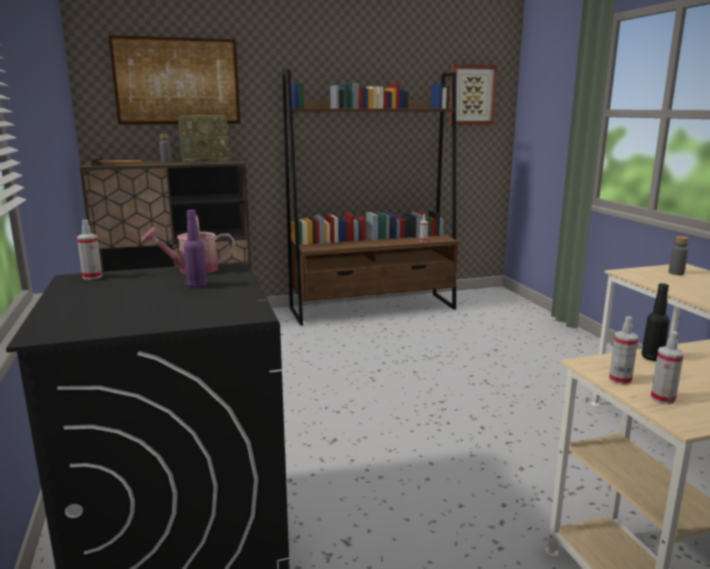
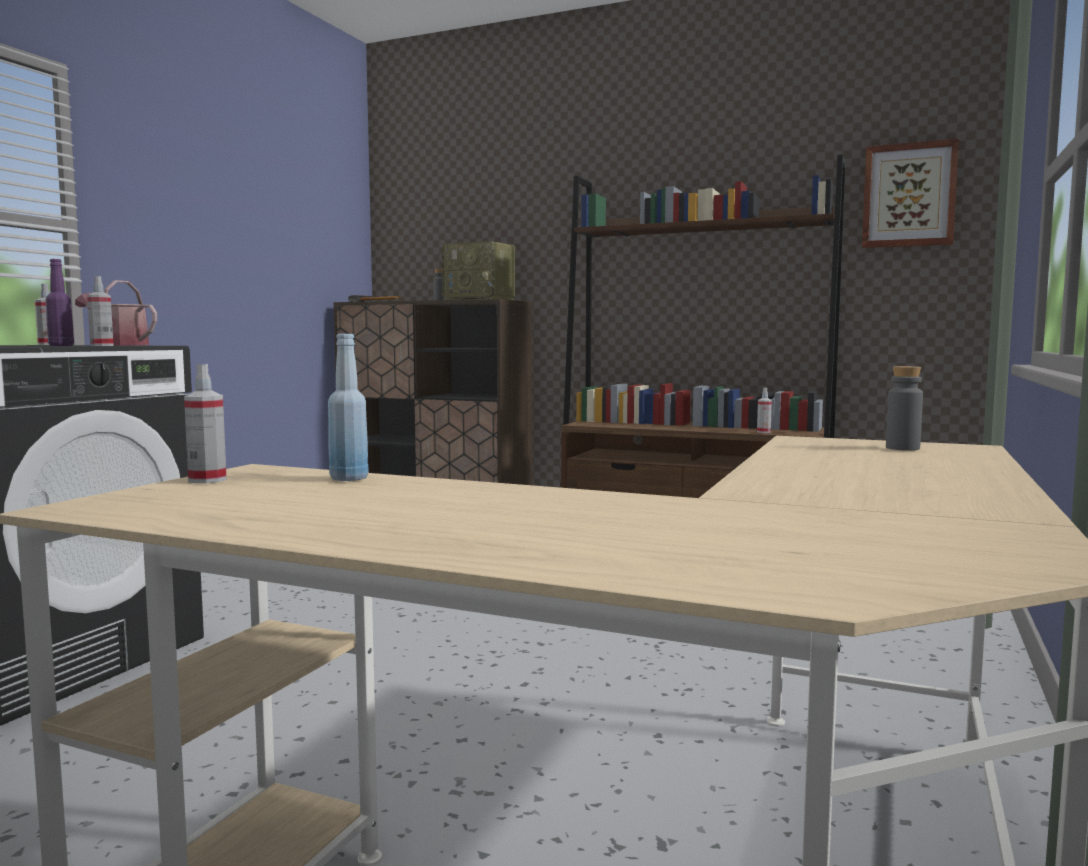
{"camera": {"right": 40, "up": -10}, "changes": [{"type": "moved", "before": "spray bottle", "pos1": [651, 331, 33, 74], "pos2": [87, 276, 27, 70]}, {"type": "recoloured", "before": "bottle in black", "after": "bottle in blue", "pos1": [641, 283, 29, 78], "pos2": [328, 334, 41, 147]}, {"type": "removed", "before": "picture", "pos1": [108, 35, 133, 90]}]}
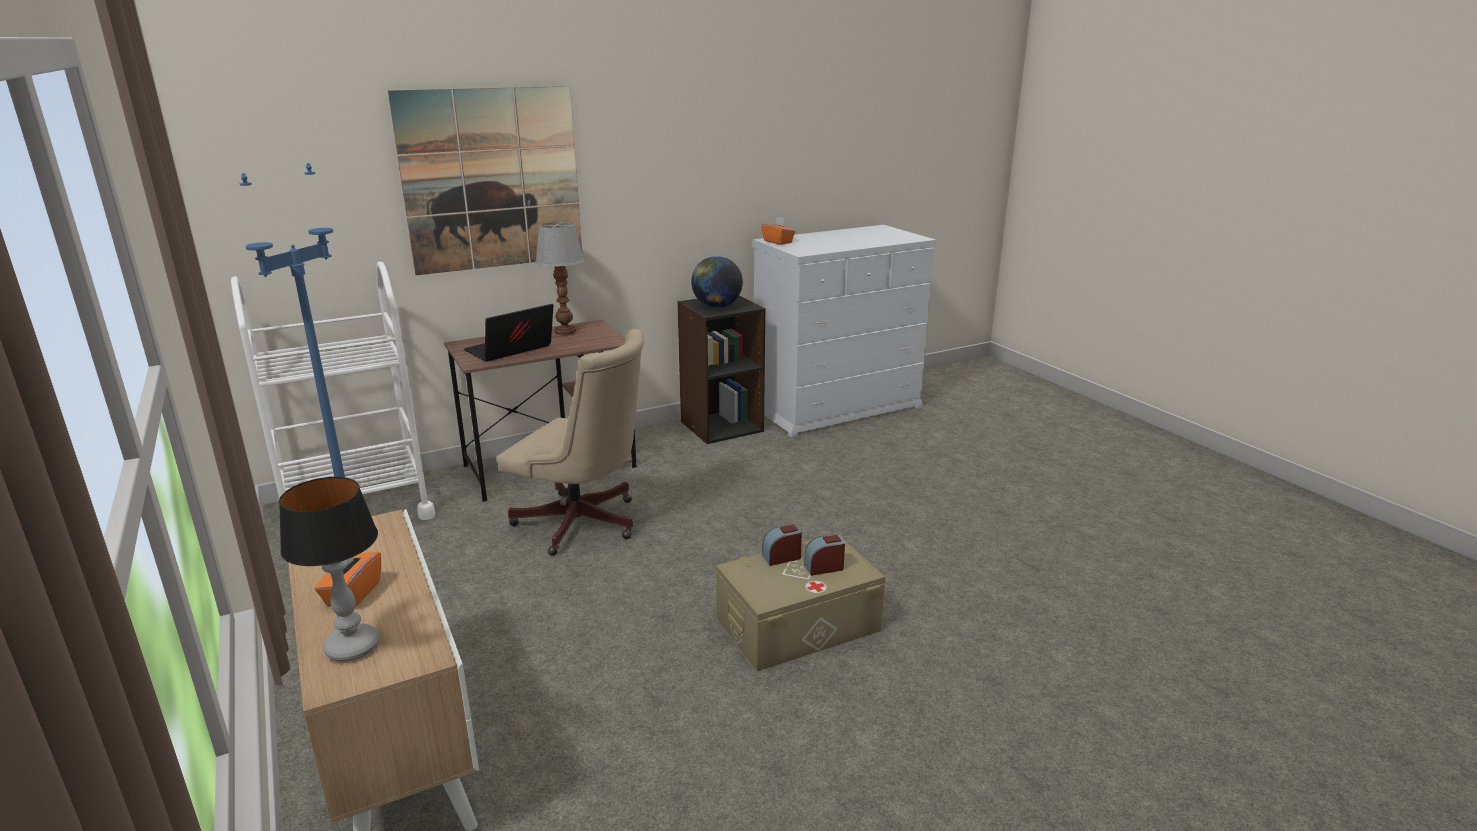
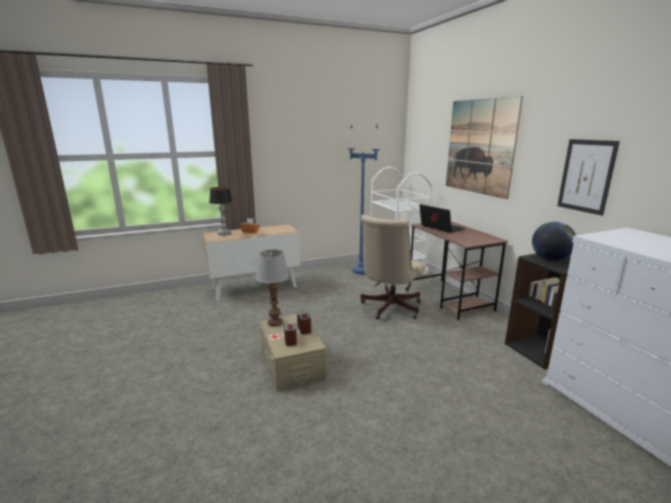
{"camera": {"right": 95, "up": -5}, "changes": [{"type": "moved", "before": "table lamp", "pos1": [535, 222, 49, 114], "pos2": [256, 249, 33, 78]}, {"type": "added", "after": "picture", "pos2": [557, 139, 63, 77]}, {"type": "removed", "before": "tissue box in orange", "pos1": [761, 216, 35, 29]}]}
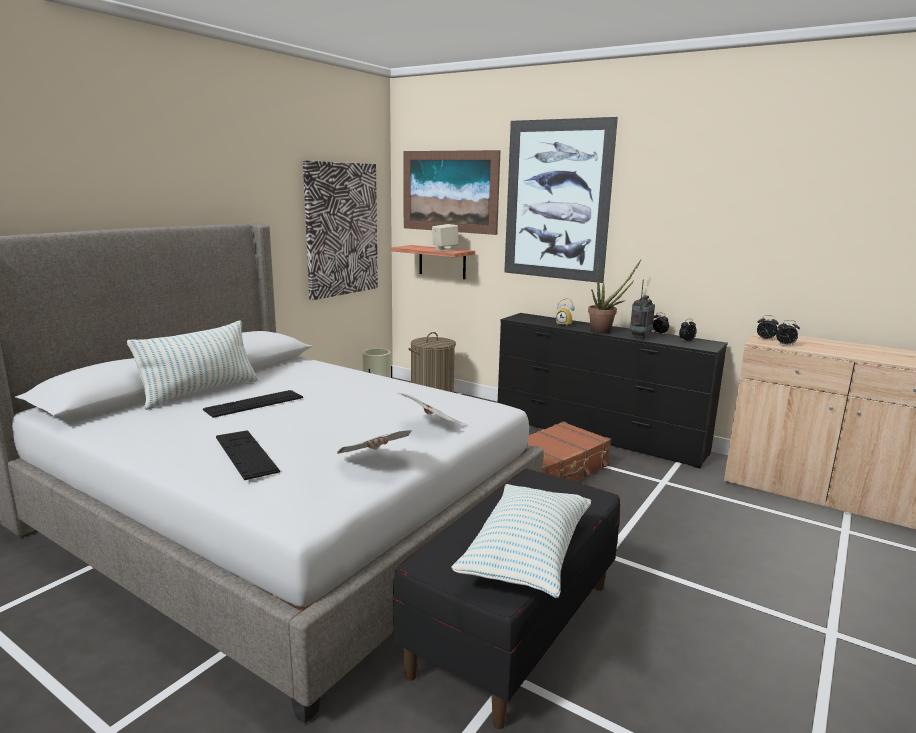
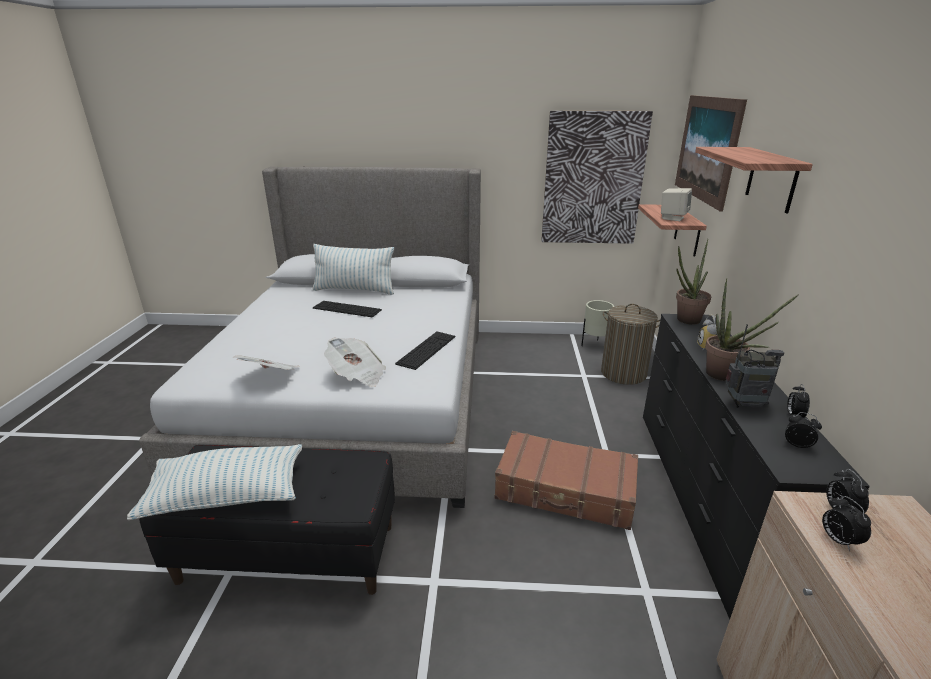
{"camera": {"right": 60, "up": 10}, "changes": [{"type": "moved", "before": "keyboard", "pos1": [216, 430, 64, 50], "pos2": [395, 331, 60, 39]}, {"type": "added", "after": "potted plant", "pos2": [676, 239, 35, 86]}, {"type": "replaced", "before": "picture", "after": "shelf", "pos1": [504, 117, 114, 166], "pos2": [695, 147, 118, 66]}]}
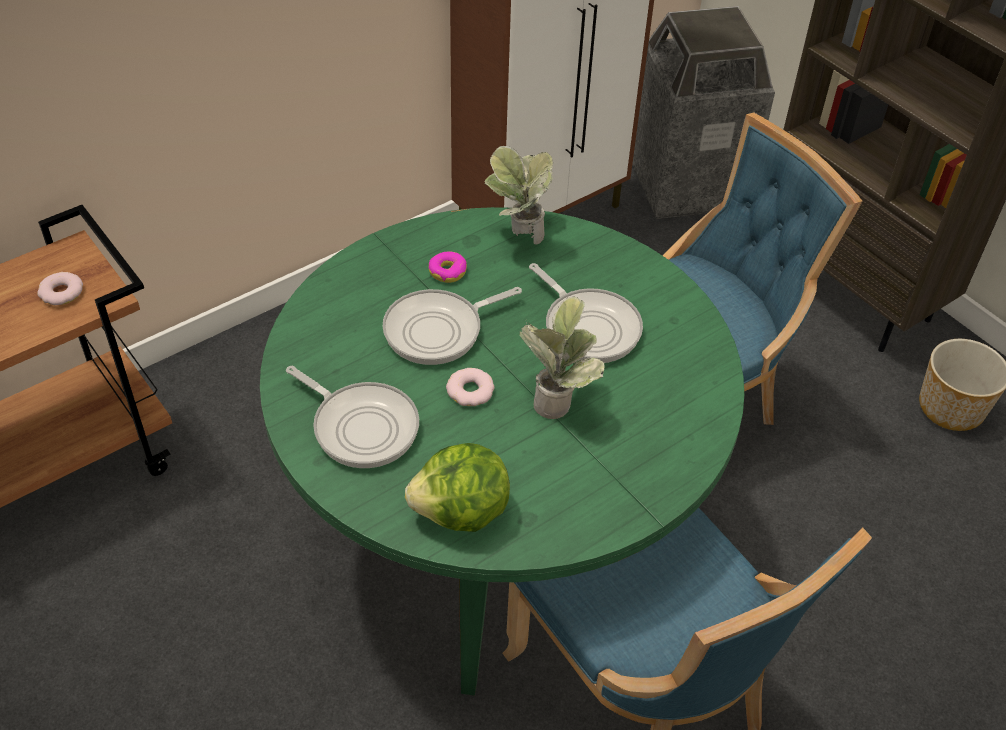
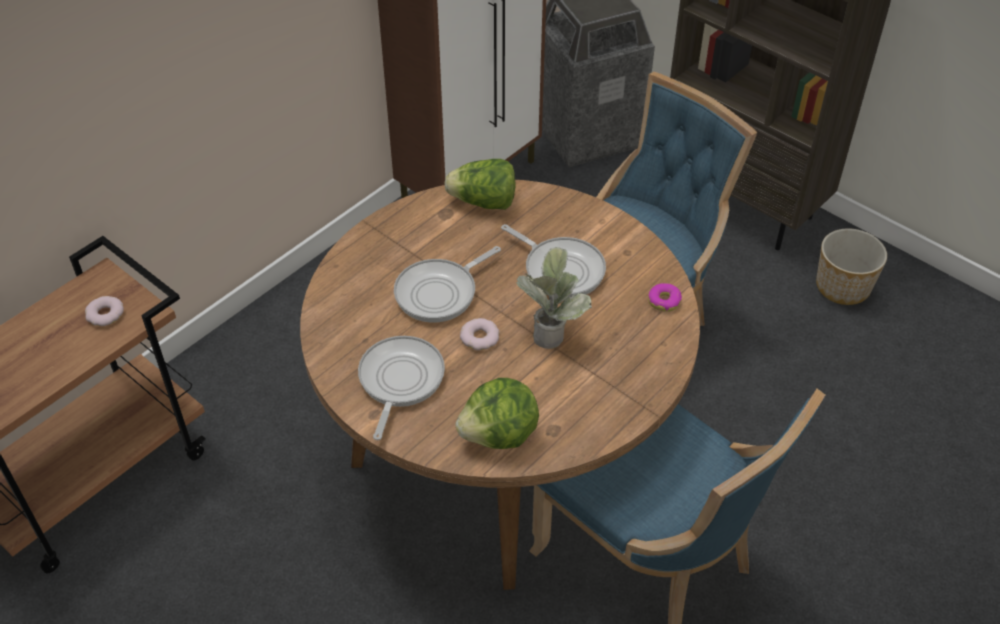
{"camera": {"right": -10, "up": 0}, "changes": [{"type": "recoloured", "before": "dining table in green", "after": "dining table in brown", "pos1": [260, 207, 484, 489], "pos2": [300, 180, 400, 410]}, {"type": "turned", "before": "frying pan", "pos1": [286, 366, 133, 102], "pos2": [358, 336, 87, 104], "turn": -105}, {"type": "replaced", "before": "potted plant", "after": "lettuce", "pos1": [484, 146, 69, 99], "pos2": [445, 159, 71, 51]}, {"type": "moved", "before": "donut", "pos1": [429, 251, 38, 32], "pos2": [648, 283, 34, 29]}]}
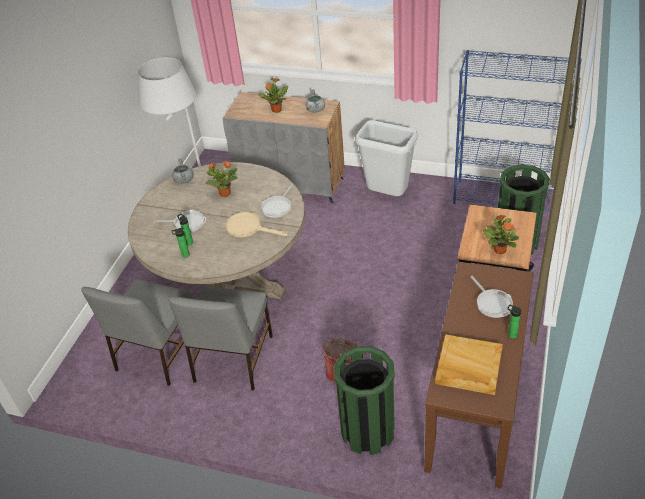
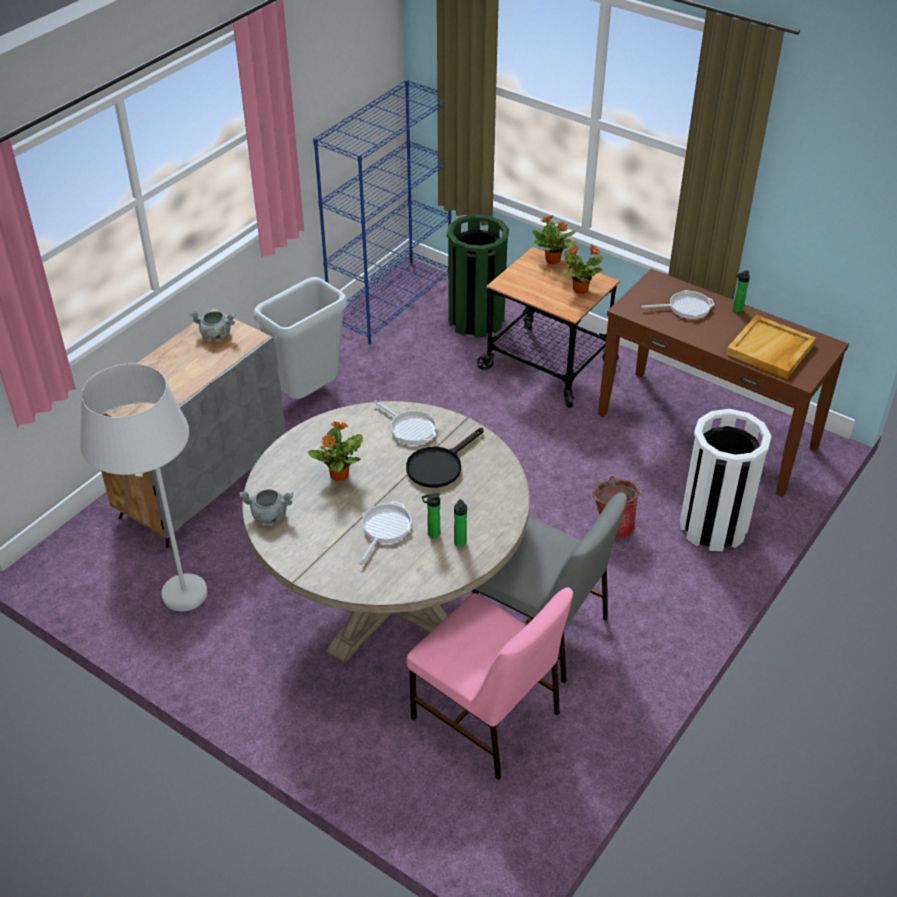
{"camera": {"right": -75, "up": 0}, "changes": [{"type": "recoloured", "before": "frying pan in beige", "after": "frying pan in black", "pos1": [225, 212, 63, 26], "pos2": [406, 428, 78, 60]}, {"type": "recoloured", "before": "chair in grey", "after": "chair in pink", "pos1": [81, 279, 112, 107], "pos2": [406, 587, 167, 193]}, {"type": "moved", "before": "potted plant", "pos1": [258, 78, 30, 35], "pos2": [532, 215, 44, 49]}, {"type": "recoloured", "before": "trash can in green", "after": "trash can in white", "pos1": [334, 346, 61, 109], "pos2": [680, 409, 91, 142]}]}
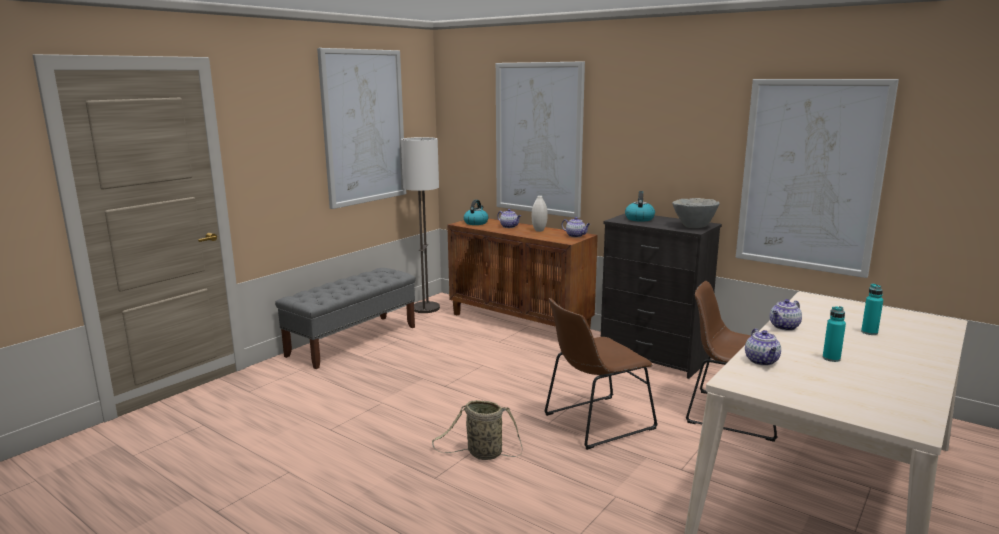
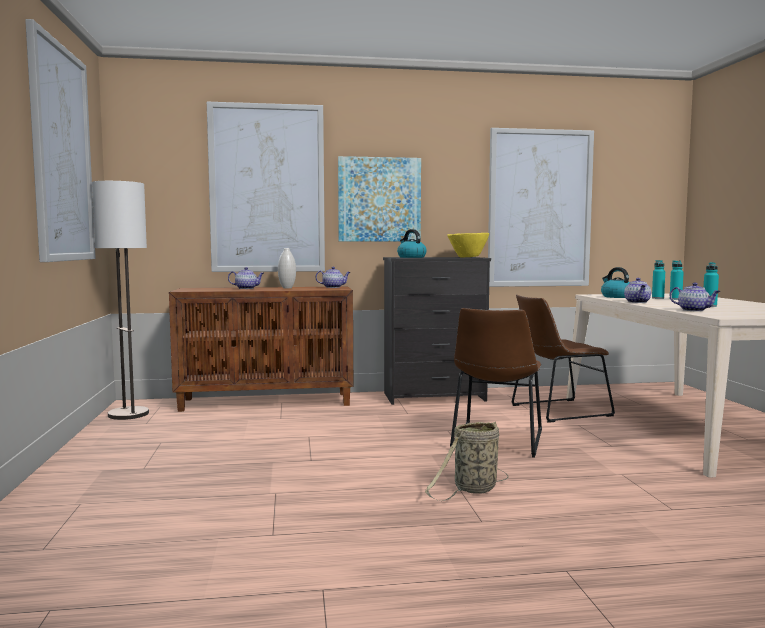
{"camera": {"right": -45, "up": -10}, "changes": [{"type": "added", "after": "picture", "pos2": [338, 156, 83, 85]}, {"type": "recoloured", "before": "bowl in grey", "after": "bowl in yellow", "pos1": [672, 198, 48, 30], "pos2": [447, 233, 42, 24]}, {"type": "moved", "before": "kettle", "pos1": [464, 200, 24, 25], "pos2": [601, 267, 28, 31]}, {"type": "added", "after": "bottle in turquoise", "pos2": [652, 260, 13, 39]}, {"type": "removed", "before": "bench in grey", "pos1": [275, 268, 141, 101]}]}
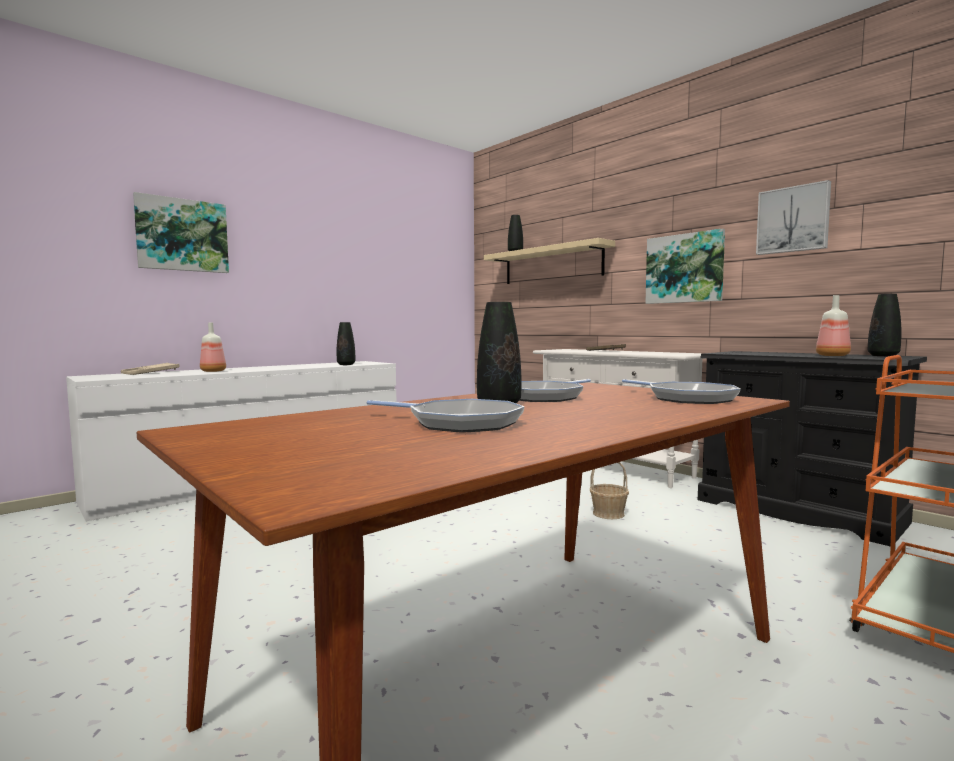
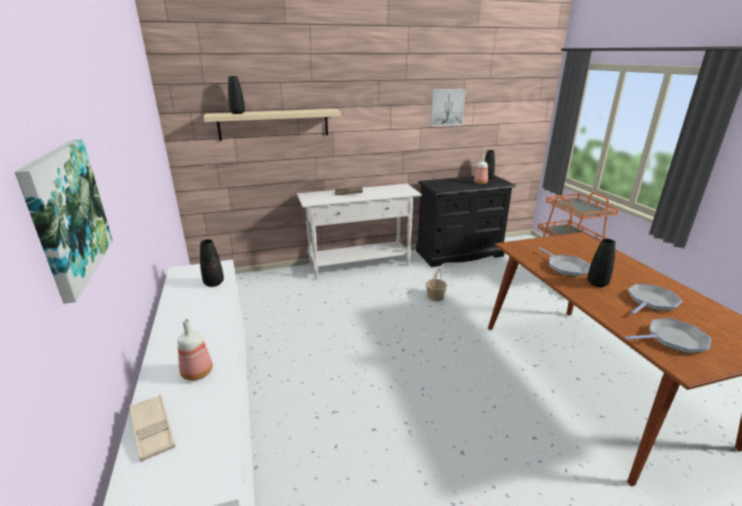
{"camera": {"right": -65, "up": 20}, "changes": [{"type": "moved", "before": "frying pan", "pos1": [622, 379, 119, 25], "pos2": [625, 318, 86, 35]}, {"type": "removed", "before": "picture", "pos1": [645, 228, 80, 76]}]}
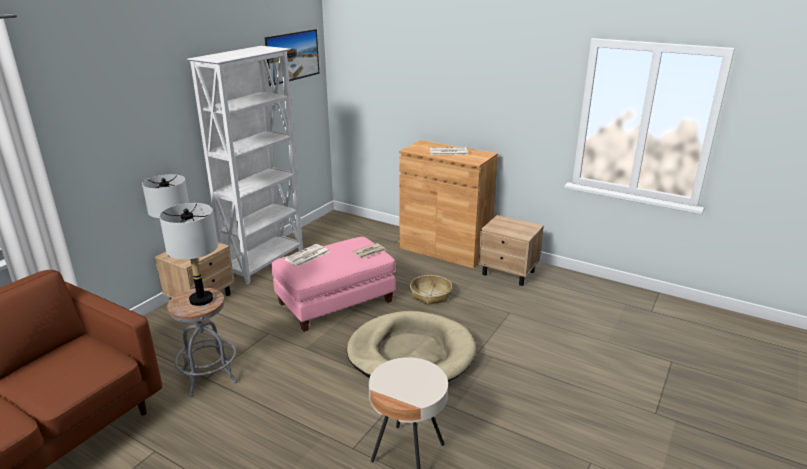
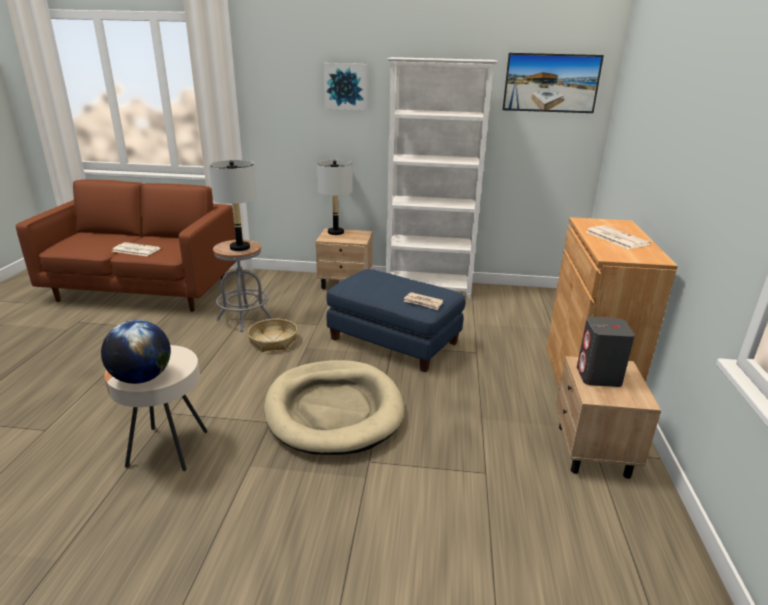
{"camera": {"right": 65, "up": 0}, "changes": [{"type": "added", "after": "globe", "pos2": [101, 320, 70, 64]}, {"type": "moved", "before": "newspaper", "pos1": [284, 244, 45, 23], "pos2": [112, 242, 49, 14]}, {"type": "moved", "before": "basket", "pos1": [410, 275, 42, 30], "pos2": [248, 319, 49, 33]}, {"type": "added", "after": "picture", "pos2": [324, 63, 44, 47]}, {"type": "recoloured", "before": "ottoman in pink", "after": "ottoman in blue", "pos1": [271, 237, 125, 95], "pos2": [327, 269, 138, 104]}, {"type": "added", "after": "speaker in grey", "pos2": [577, 317, 58, 70]}]}
